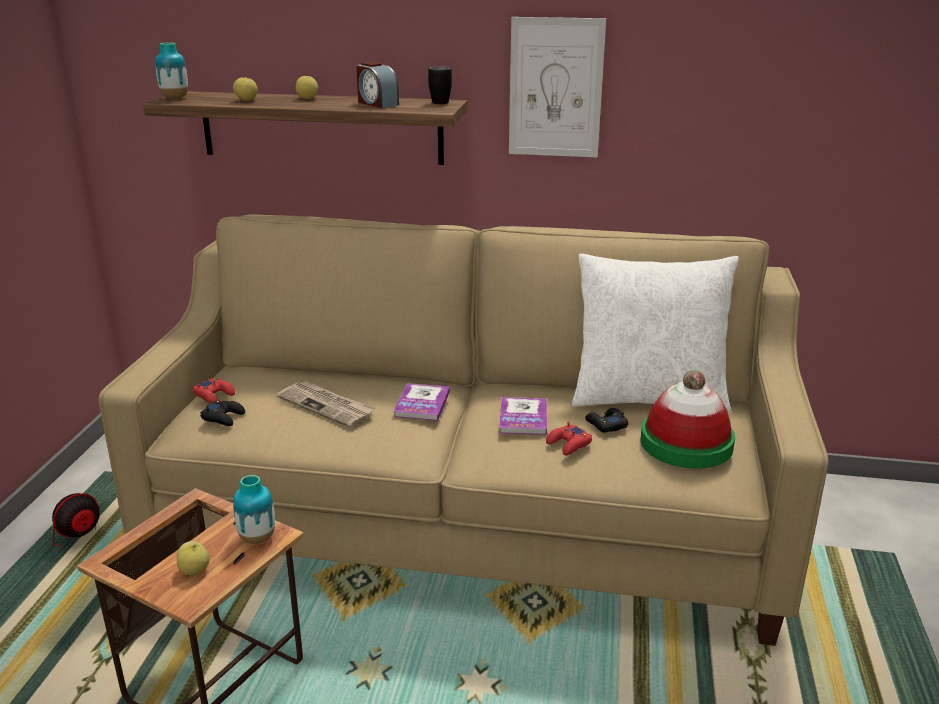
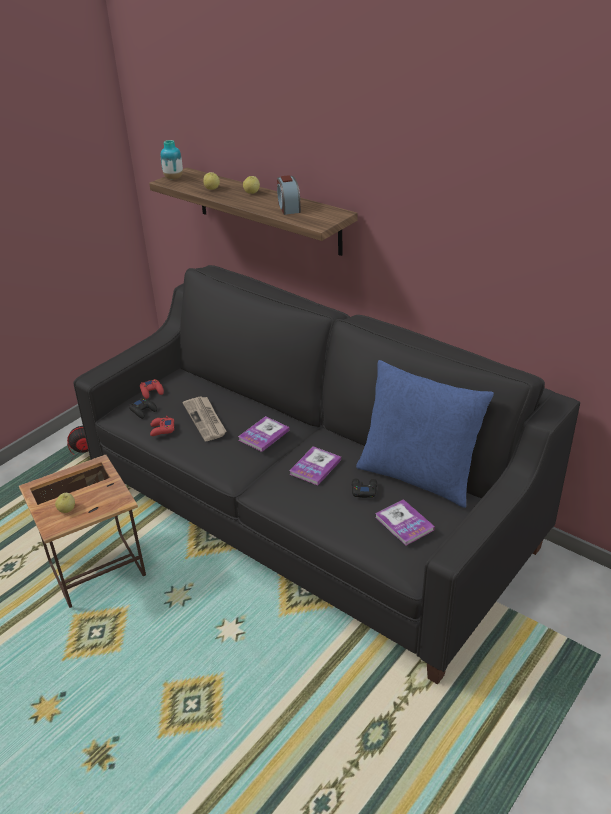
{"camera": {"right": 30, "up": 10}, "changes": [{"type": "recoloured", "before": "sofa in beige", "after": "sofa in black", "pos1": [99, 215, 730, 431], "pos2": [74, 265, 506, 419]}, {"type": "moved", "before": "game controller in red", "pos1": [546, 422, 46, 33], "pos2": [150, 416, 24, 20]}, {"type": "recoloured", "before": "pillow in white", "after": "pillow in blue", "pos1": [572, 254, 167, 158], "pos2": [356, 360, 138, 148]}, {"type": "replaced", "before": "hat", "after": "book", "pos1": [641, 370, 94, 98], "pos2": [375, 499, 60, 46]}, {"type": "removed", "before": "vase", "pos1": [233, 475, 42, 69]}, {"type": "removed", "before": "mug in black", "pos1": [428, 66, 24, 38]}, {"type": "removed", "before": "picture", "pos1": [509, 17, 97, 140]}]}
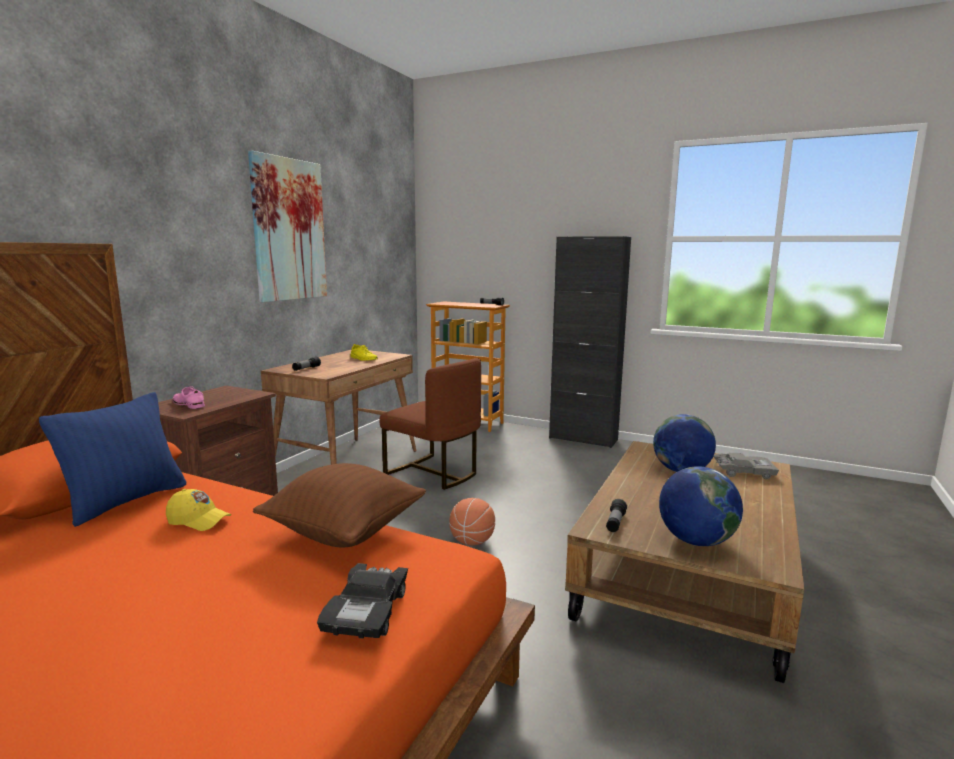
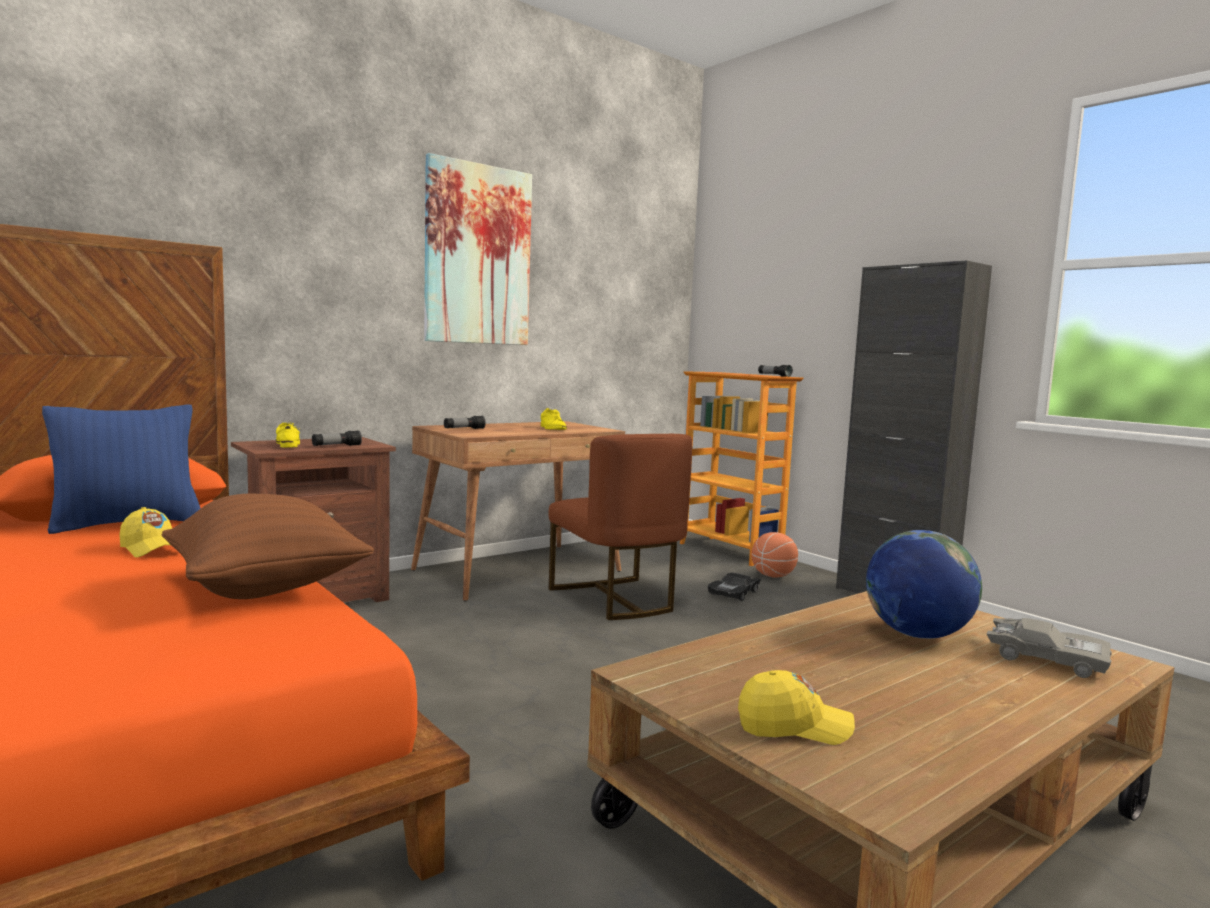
{"camera": {"right": 25, "up": -5}, "changes": [{"type": "recoloured", "before": "shoe in pink", "after": "shoe in yellow", "pos1": [173, 387, 32, 22], "pos2": [276, 423, 24, 25]}, {"type": "moved", "before": "flashlight", "pos1": [606, 499, 21, 33], "pos2": [312, 430, 50, 16]}, {"type": "moved", "before": "toy car in black", "pos1": [317, 563, 91, 75], "pos2": [708, 572, 53, 29]}, {"type": "replaced", "before": "globe", "after": "cap in yellow", "pos1": [659, 466, 84, 80], "pos2": [738, 670, 117, 75]}, {"type": "moved", "before": "basketball", "pos1": [449, 498, 46, 48], "pos2": [752, 532, 46, 46]}]}
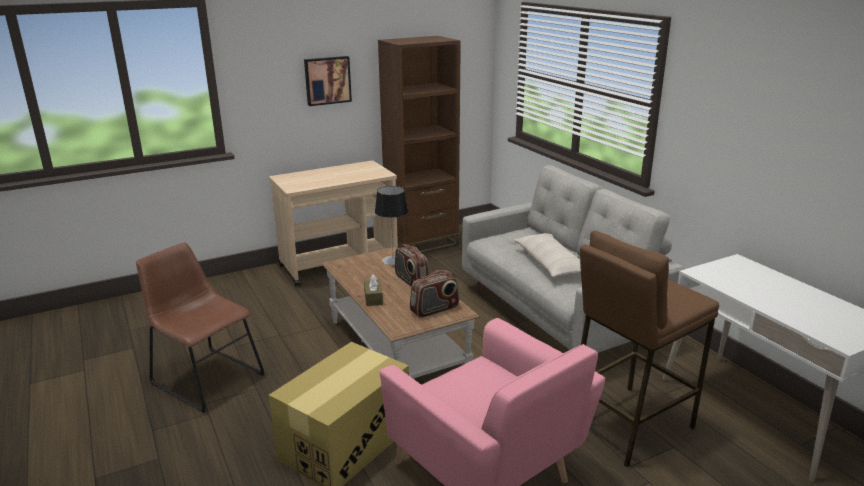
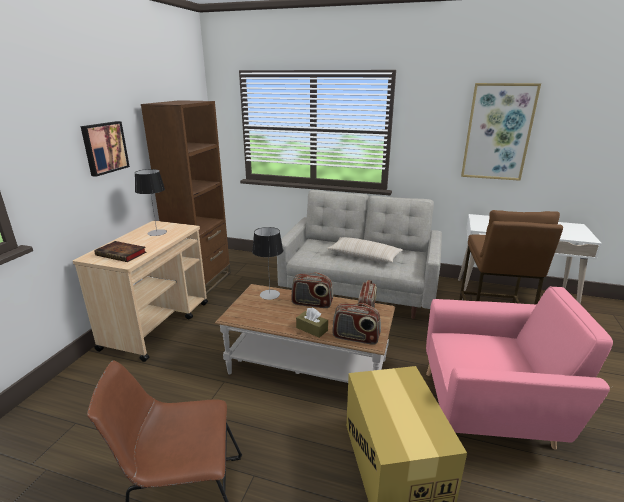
{"camera": {"right": -45, "up": 0}, "changes": [{"type": "added", "after": "book", "pos2": [95, 241, 52, 21]}, {"type": "added", "after": "table lamp", "pos2": [135, 169, 32, 67]}, {"type": "added", "after": "radio", "pos2": [332, 303, 49, 42]}, {"type": "added", "after": "picture", "pos2": [461, 83, 80, 98]}]}
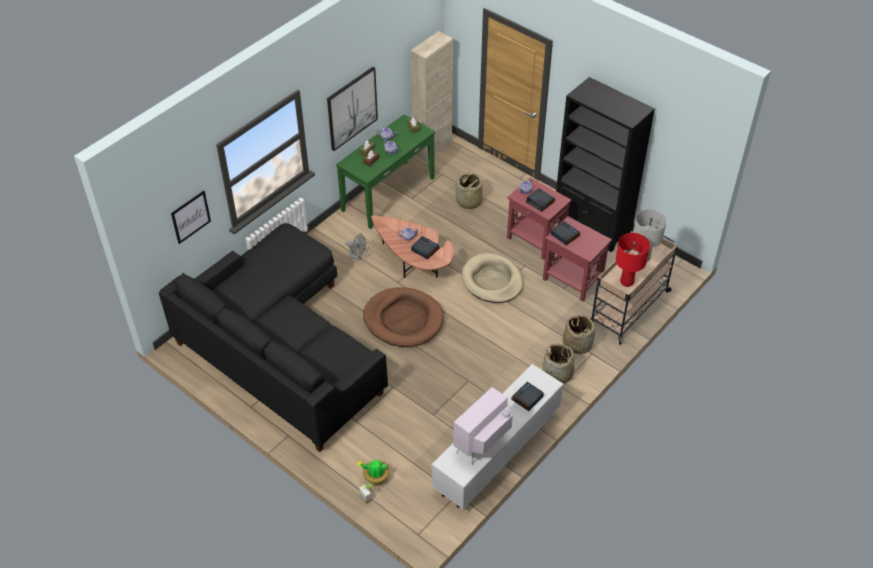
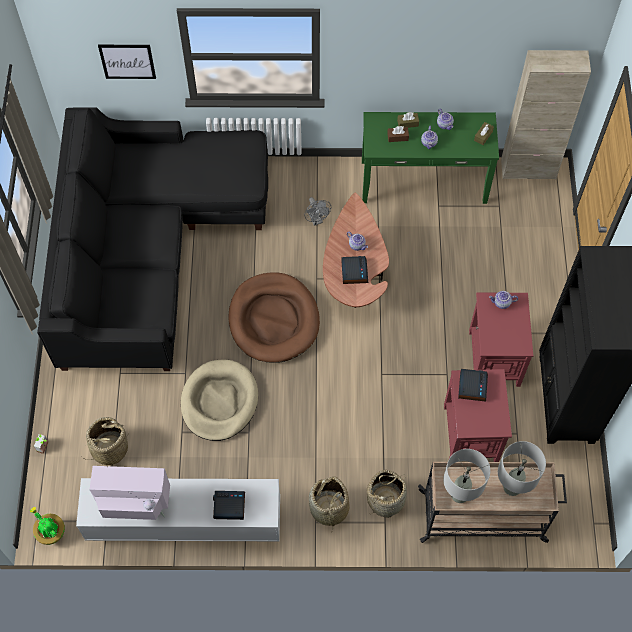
{"camera": {"right": 50, "up": 15}, "changes": [{"type": "moved", "before": "potted plant", "pos1": [357, 459, 32, 26], "pos2": [30, 507, 35, 38]}, {"type": "moved", "before": "basket", "pos1": [456, 172, 27, 38], "pos2": [82, 417, 48, 48]}, {"type": "moved", "before": "dog bed in beige", "pos1": [461, 253, 62, 50], "pos2": [181, 359, 77, 82]}, {"type": "recoloured", "before": "table lamp in red", "after": "table lamp in grey", "pos1": [616, 233, 34, 54], "pos2": [443, 449, 47, 54]}, {"type": "removed", "before": "picture", "pos1": [327, 67, 51, 84]}, {"type": "removed", "before": "alarm clock", "pos1": [526, 188, 29, 24]}]}
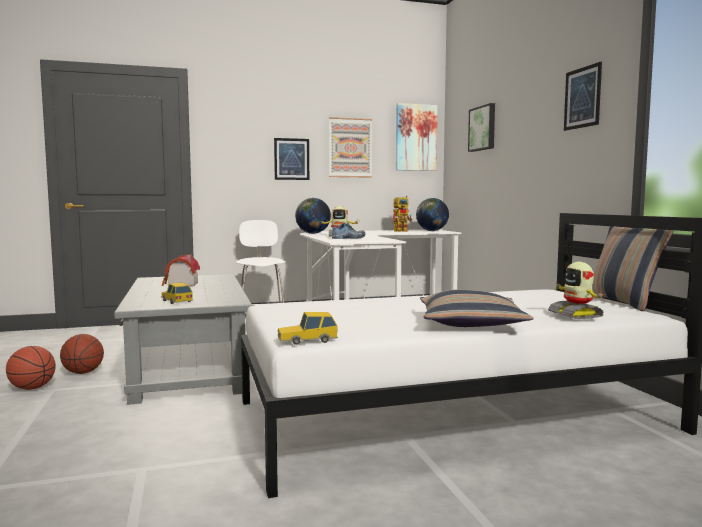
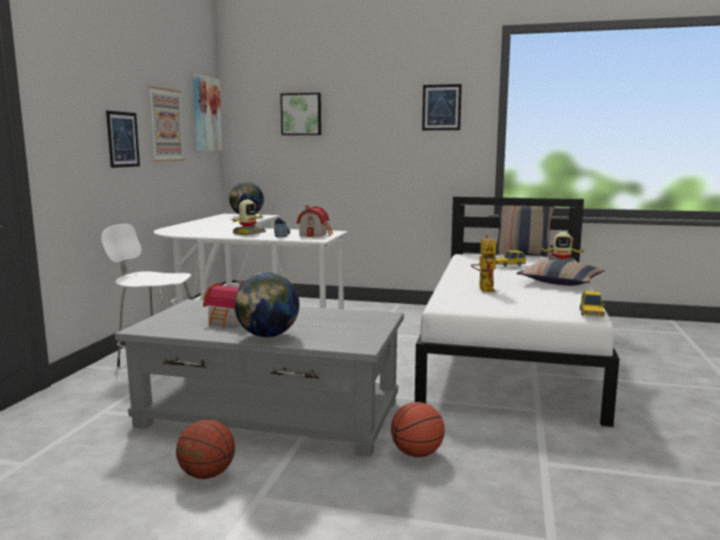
{"camera": {"right": -60, "up": 5}, "changes": [{"type": "moved", "before": "globe", "pos1": [295, 198, 36, 36], "pos2": [235, 272, 64, 65]}, {"type": "added", "after": "toy house", "pos2": [297, 205, 36, 32]}, {"type": "moved", "before": "basketball", "pos1": [6, 346, 50, 44], "pos2": [391, 402, 54, 55]}, {"type": "moved", "before": "toy robot", "pos1": [393, 196, 19, 36], "pos2": [471, 235, 25, 57]}, {"type": "moved", "before": "toy car", "pos1": [161, 282, 32, 22], "pos2": [496, 250, 30, 17]}]}
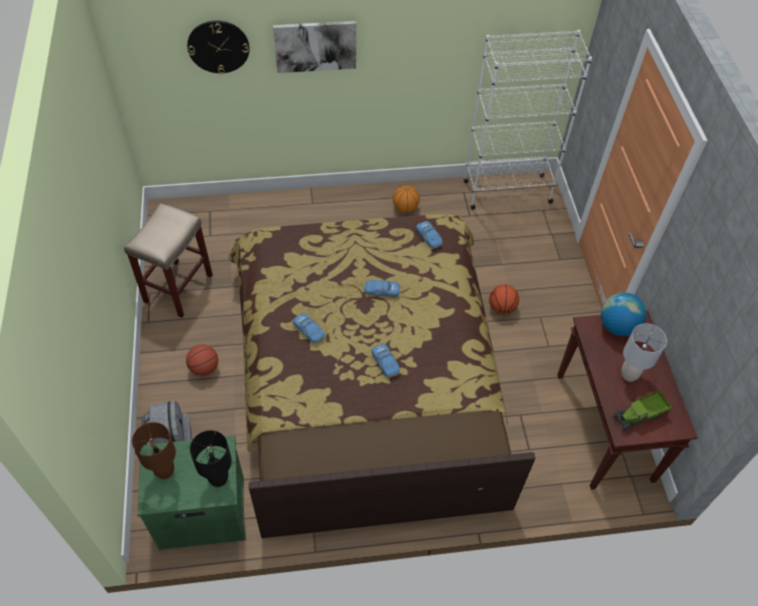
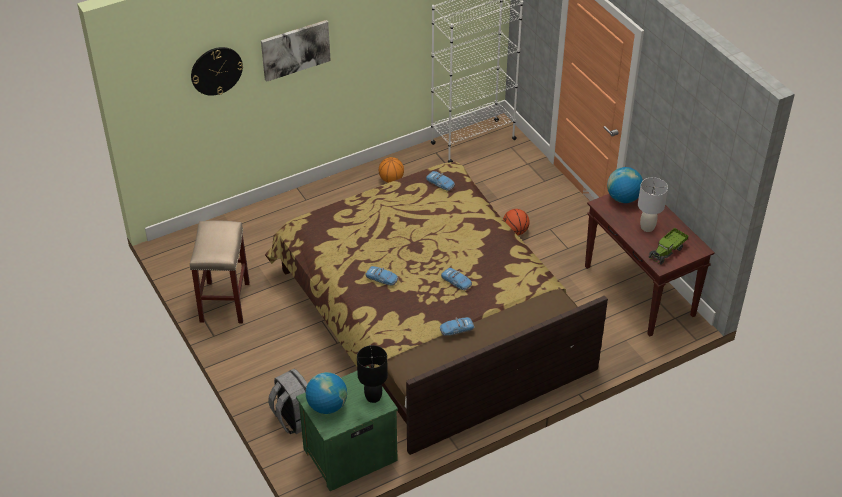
{"camera": {"right": -20, "up": -10}, "changes": [{"type": "replaced", "before": "table lamp in brown", "after": "globe", "pos1": [132, 422, 44, 57], "pos2": [306, 372, 41, 42]}, {"type": "moved", "before": "toy car", "pos1": [364, 279, 36, 18], "pos2": [440, 317, 34, 19]}, {"type": "removed", "before": "basketball", "pos1": [186, 344, 32, 32]}]}
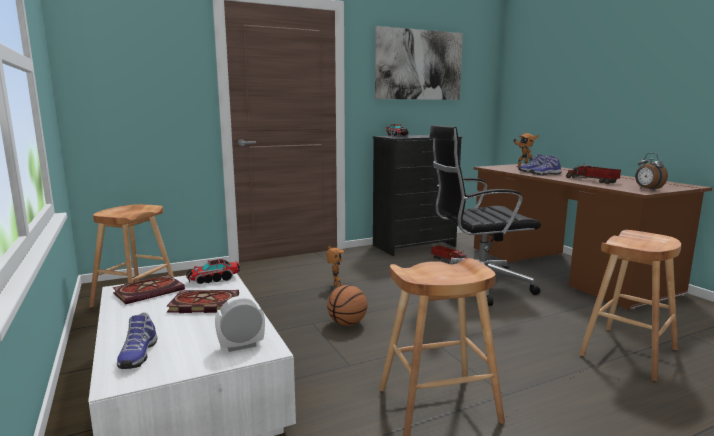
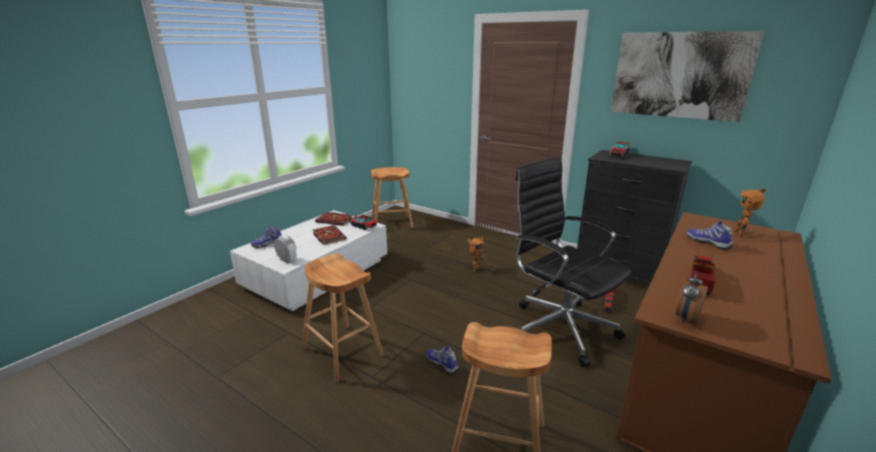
{"camera": {"right": 60, "up": 10}, "changes": [{"type": "moved", "before": "shoe", "pos1": [531, 155, 31, 20], "pos2": [426, 346, 33, 28]}, {"type": "removed", "before": "basketball", "pos1": [327, 285, 40, 41]}]}
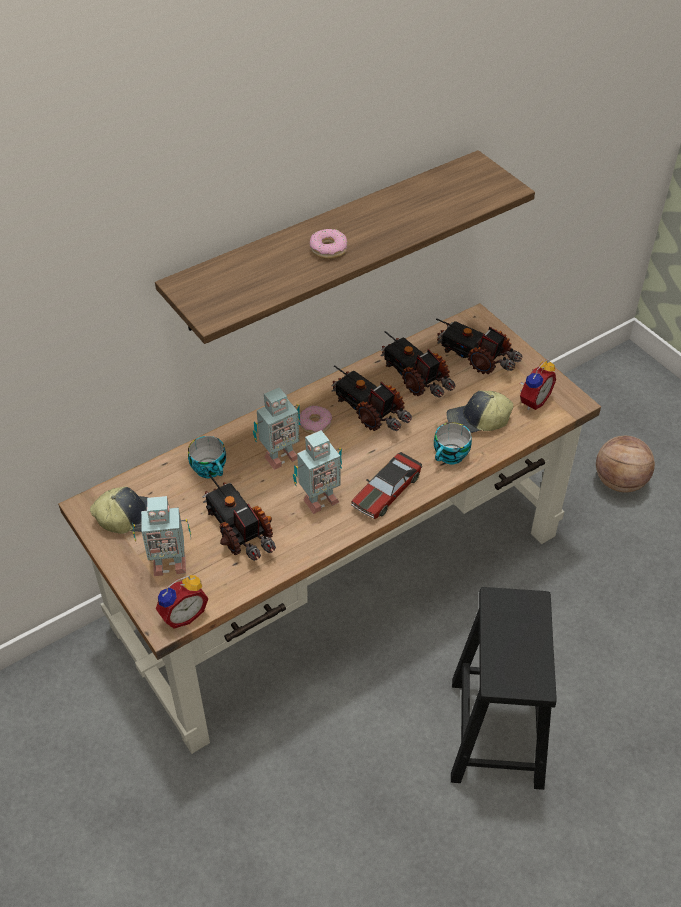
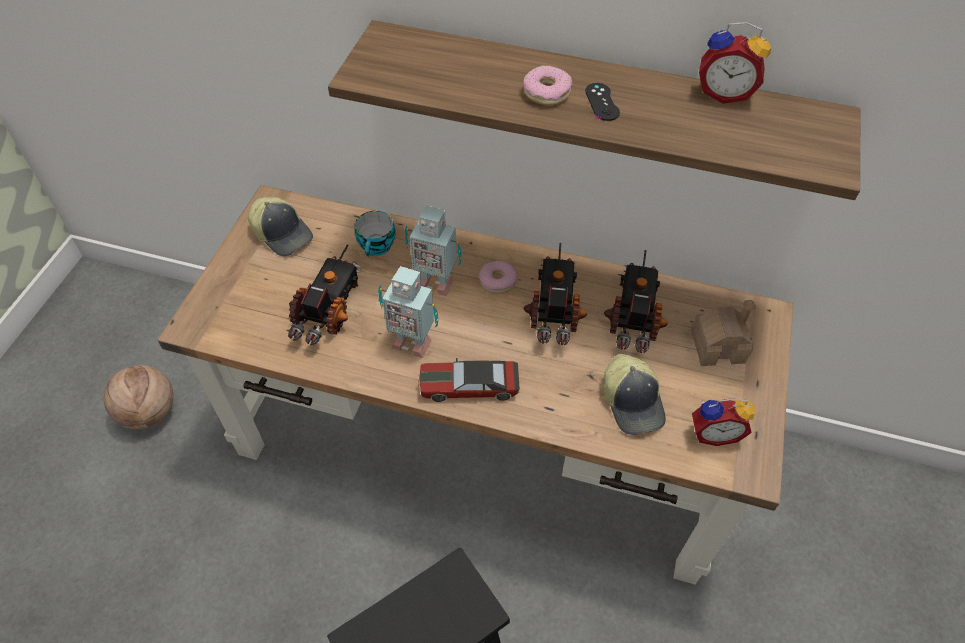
{"camera": {"right": 50, "up": 5}, "changes": [{"type": "moved", "before": "basketball", "pos1": [596, 436, 59, 56], "pos2": [104, 365, 69, 64]}, {"type": "added", "after": "game controller in black", "pos2": [585, 83, 35, 38]}, {"type": "turned", "before": "cap", "pos1": [446, 390, 67, 43], "pos2": [604, 354, 62, 81], "turn": -150}, {"type": "replaced", "before": "toy truck", "after": "toy house", "pos1": [436, 318, 86, 56], "pos2": [690, 300, 66, 66]}, {"type": "moved", "before": "alarm clock", "pos1": [156, 575, 53, 53], "pos2": [699, 22, 72, 82]}, {"type": "removed", "before": "toy robot", "pos1": [132, 496, 59, 80]}, {"type": "removed", "before": "cup", "pos1": [434, 422, 38, 42]}]}
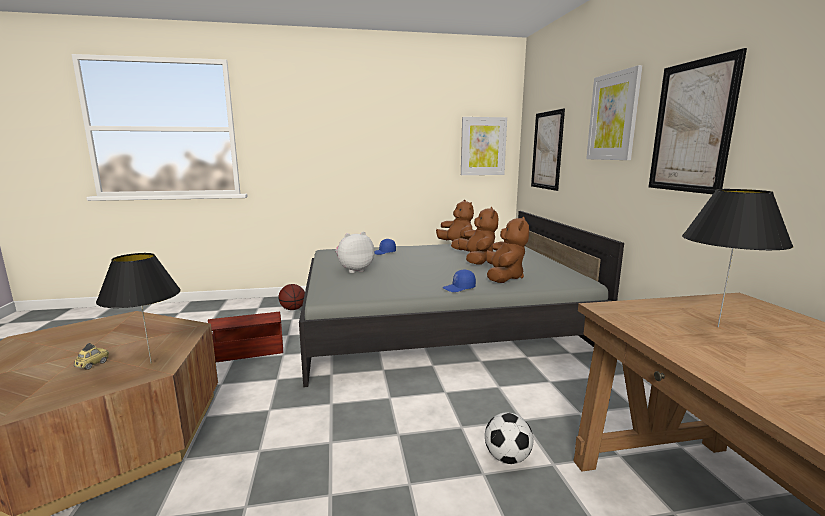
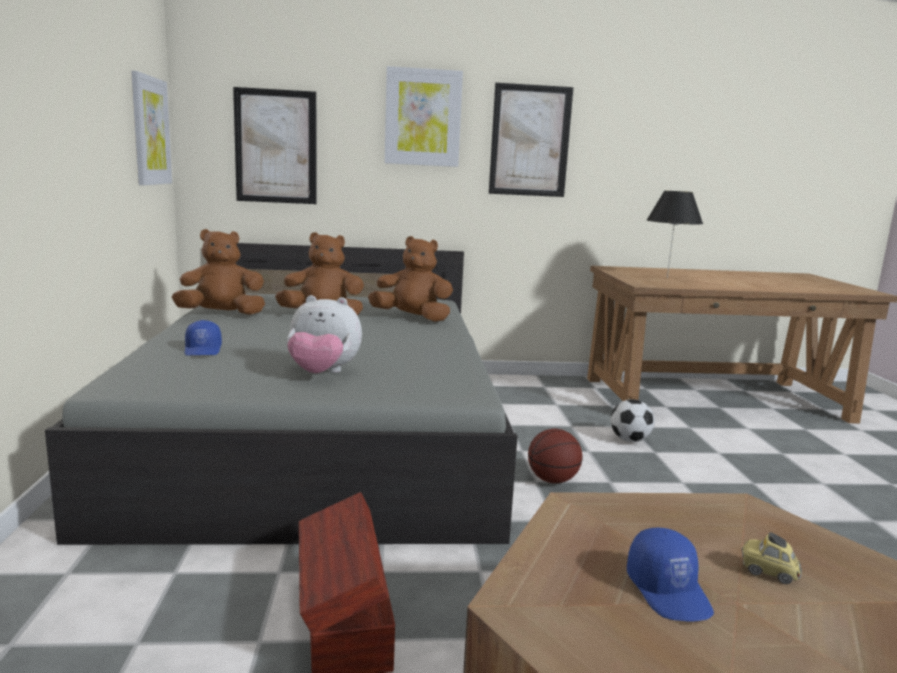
{"camera": {"right": -85, "up": 0}, "changes": [{"type": "turned", "before": "plush toy", "pos1": [335, 232, 39, 41], "pos2": [287, 295, 75, 78], "turn": -60}, {"type": "moved", "before": "basketball", "pos1": [279, 284, 26, 26], "pos2": [528, 429, 54, 54]}, {"type": "moved", "before": "cap in blue", "pos1": [443, 270, 33, 22], "pos2": [627, 527, 87, 94]}, {"type": "removed", "before": "table lamp in black", "pos1": [96, 253, 84, 111]}]}
